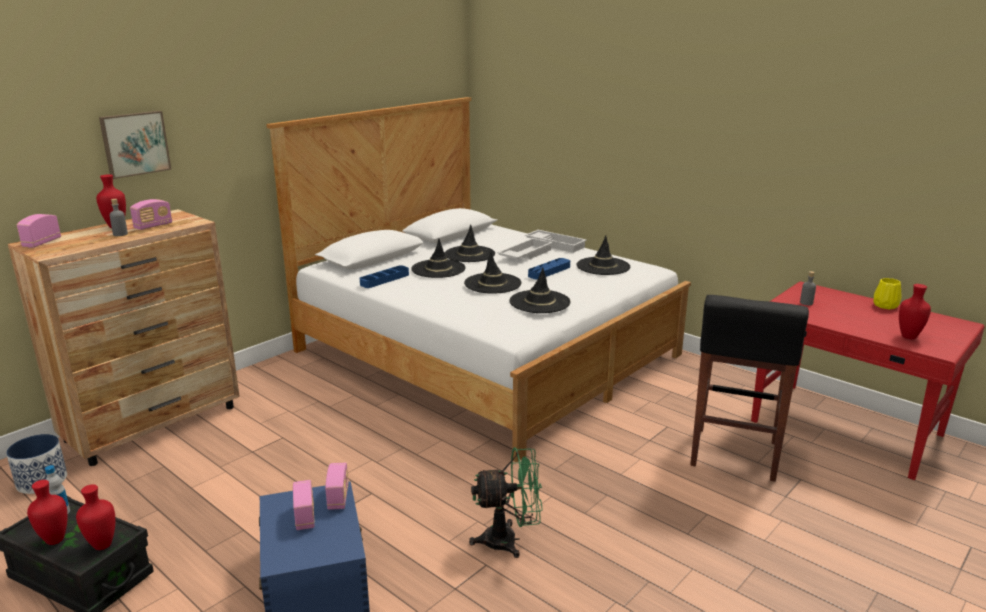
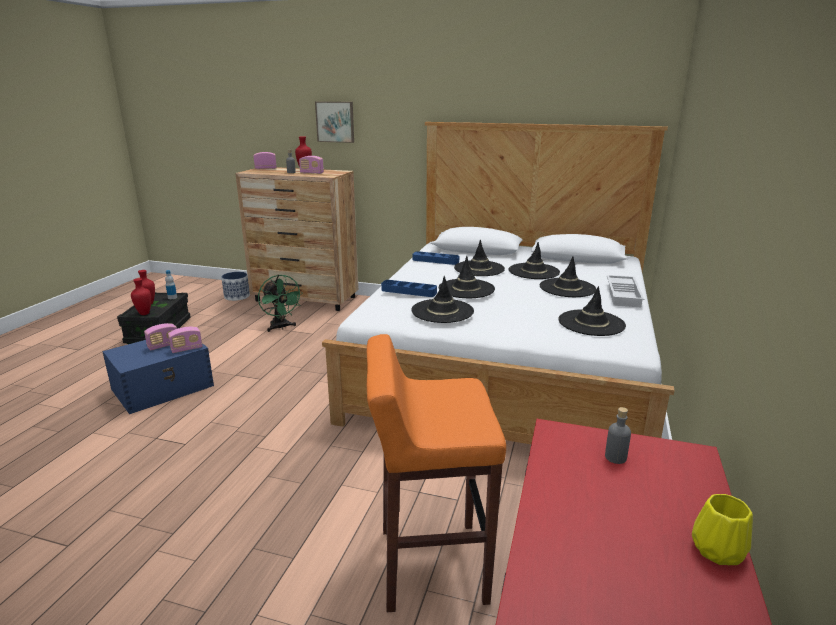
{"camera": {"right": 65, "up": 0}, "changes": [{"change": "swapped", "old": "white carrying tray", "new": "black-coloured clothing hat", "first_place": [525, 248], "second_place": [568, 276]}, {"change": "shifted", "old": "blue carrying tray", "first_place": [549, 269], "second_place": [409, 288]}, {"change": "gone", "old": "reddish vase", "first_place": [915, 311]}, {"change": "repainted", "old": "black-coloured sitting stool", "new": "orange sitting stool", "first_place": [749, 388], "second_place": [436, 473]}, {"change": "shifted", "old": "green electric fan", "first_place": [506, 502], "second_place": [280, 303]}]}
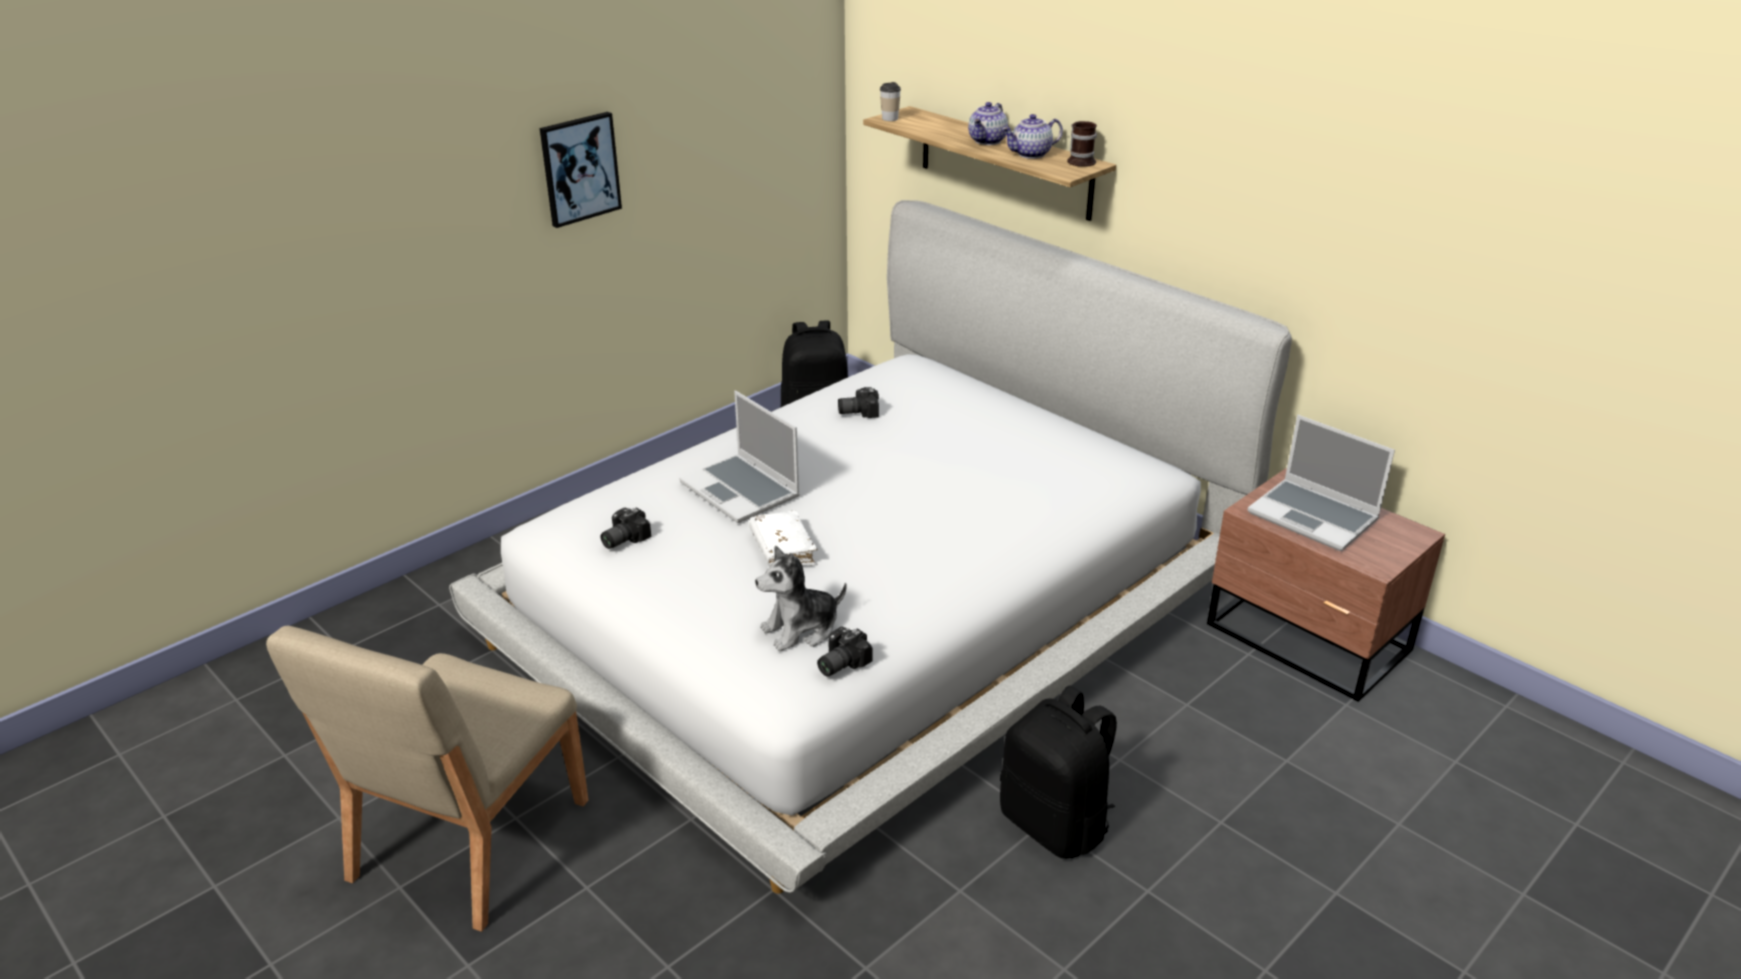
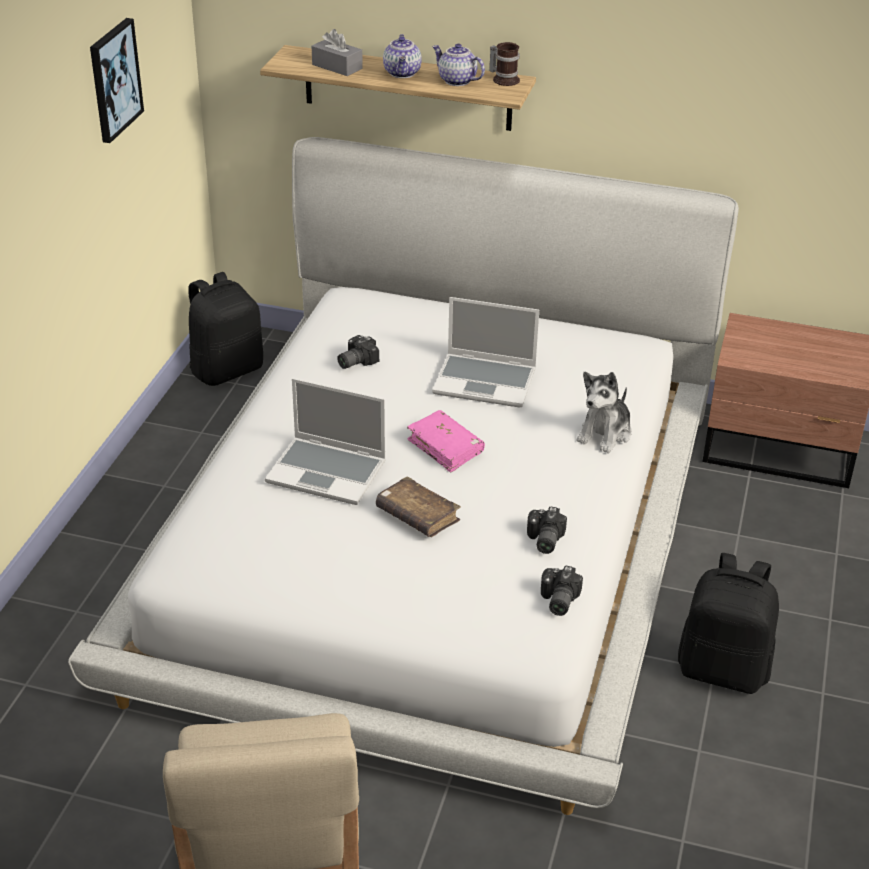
{"camera": {"right": -30, "up": 5}, "changes": [{"change": "gone", "old": "cup", "first_place": [890, 101]}, {"change": "shifted", "old": "wall picture", "first_place": [581, 170], "second_place": [117, 80]}, {"change": "rotated", "old": "pot for tea", "first_place": [1032, 136], "second_place": [458, 65], "degrees": 90}, {"change": "shifted", "old": "notebook computer", "first_place": [1321, 483], "second_place": [485, 352]}, {"change": "shifted", "old": "photo camera", "first_place": [625, 528], "second_place": [547, 530]}, {"change": "repainted", "old": "white book", "new": "brown book", "first_place": [783, 539], "second_place": [418, 507]}, {"change": "shifted", "old": "soft toy", "first_place": [801, 598], "second_place": [604, 412]}, {"change": "new", "new": "grey tissue holder", "second_place": [337, 52]}, {"change": "new", "new": "pinkish book", "second_place": [446, 441]}]}
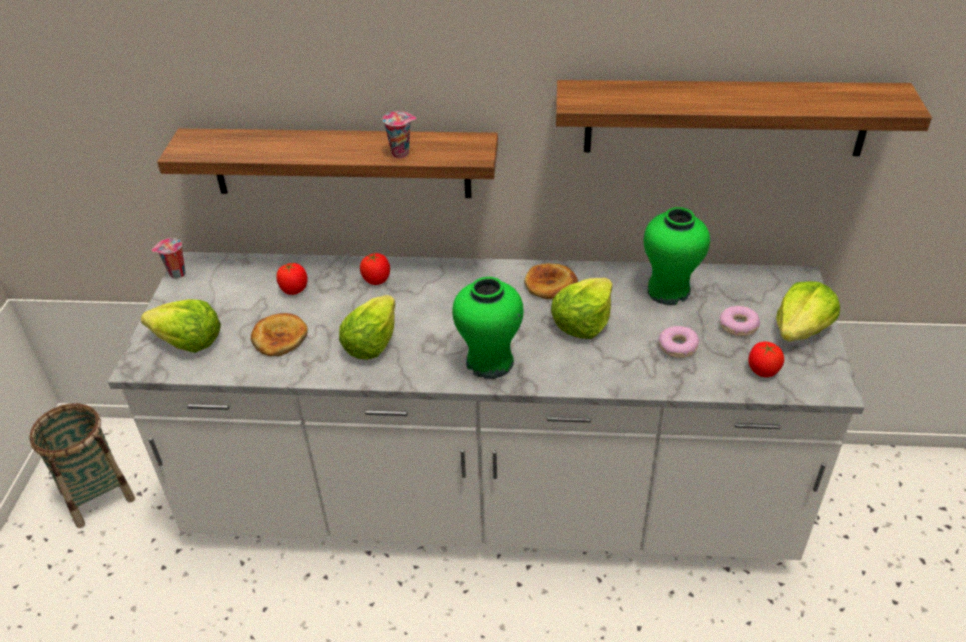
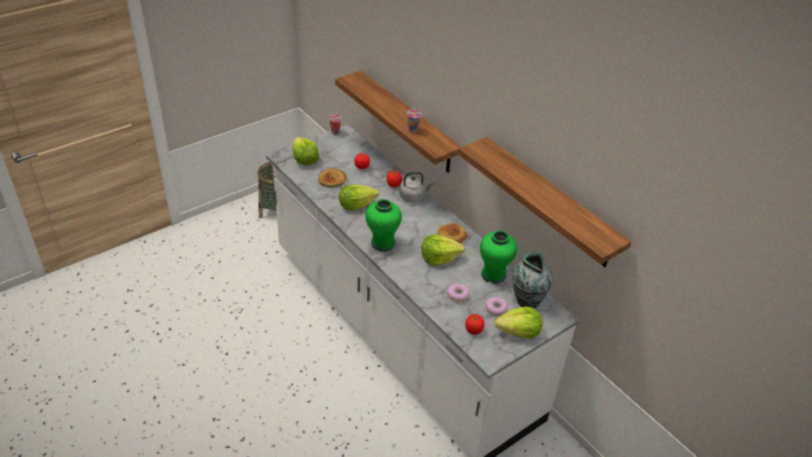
{"camera": {"right": 45, "up": 0}, "changes": [{"change": "new", "new": "grey kettle", "second_place": [416, 187]}, {"change": "new", "new": "vase", "second_place": [532, 280]}]}
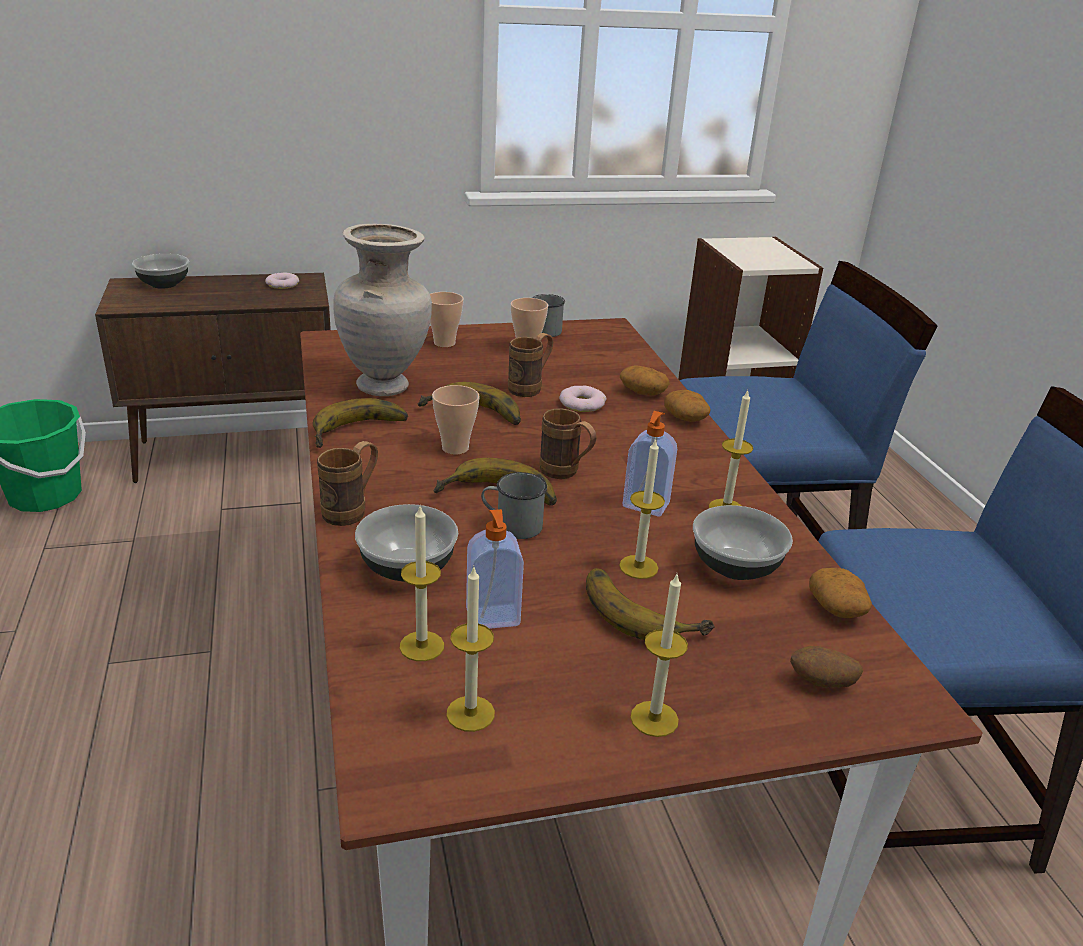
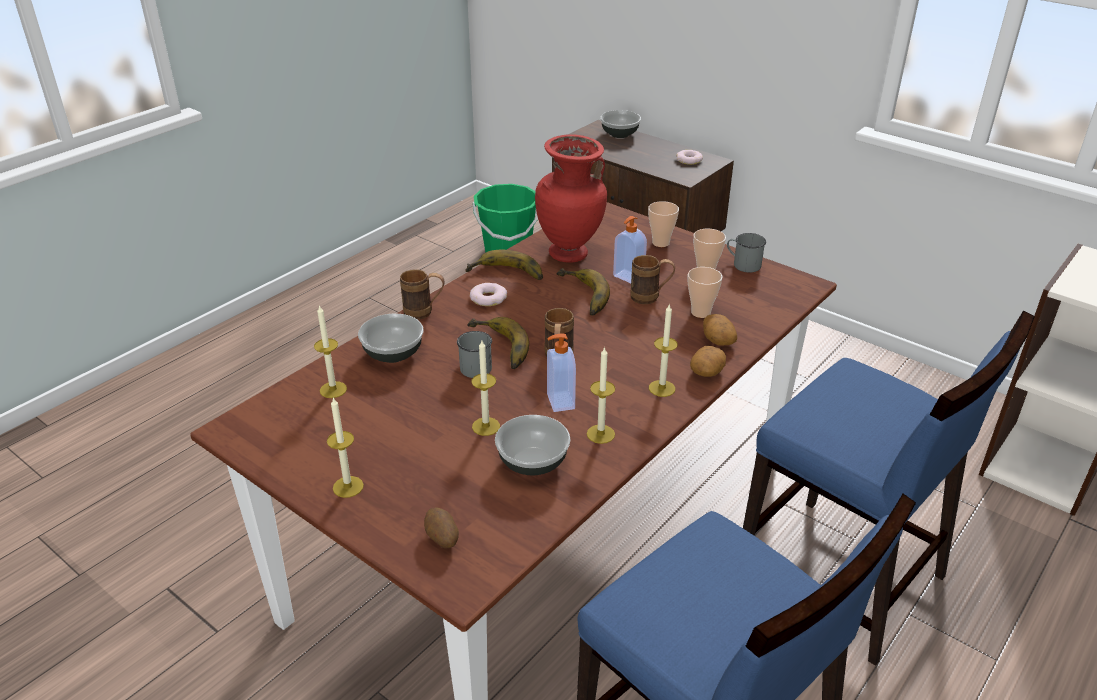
{"camera": {"right": 55, "up": 5}, "changes": [{"change": "repainted", "old": "beige vase", "new": "reddish vase", "first_place": [382, 310], "second_place": [571, 198]}, {"change": "shifted", "old": "cup", "first_place": [456, 420], "second_place": [705, 292]}, {"change": "shifted", "old": "ring doughnut", "first_place": [582, 399], "second_place": [488, 294]}, {"change": "shifted", "old": "soap dispenser", "first_place": [495, 569], "second_place": [630, 249]}, {"change": "shifted", "old": "wax candle", "first_place": [470, 649], "second_place": [663, 350]}, {"change": "gone", "old": "banana", "first_place": [650, 604]}, {"change": "gone", "old": "spud", "first_place": [840, 593]}]}
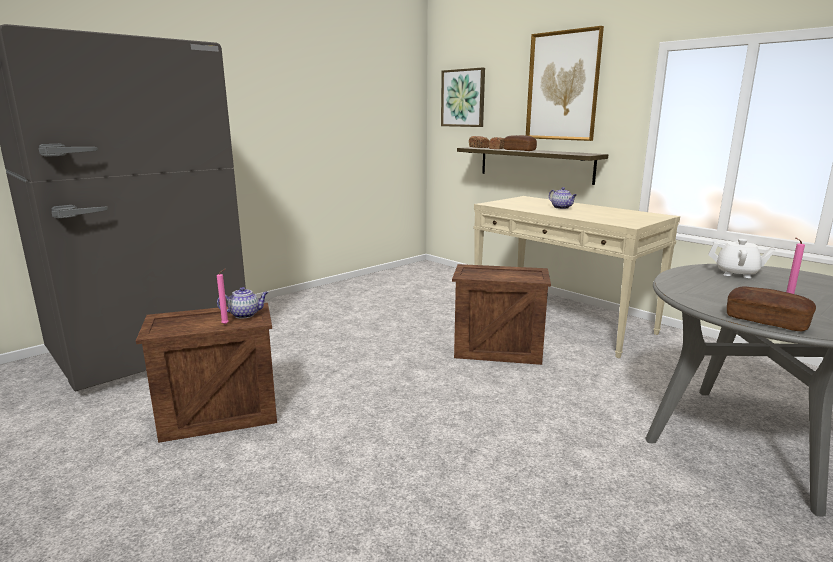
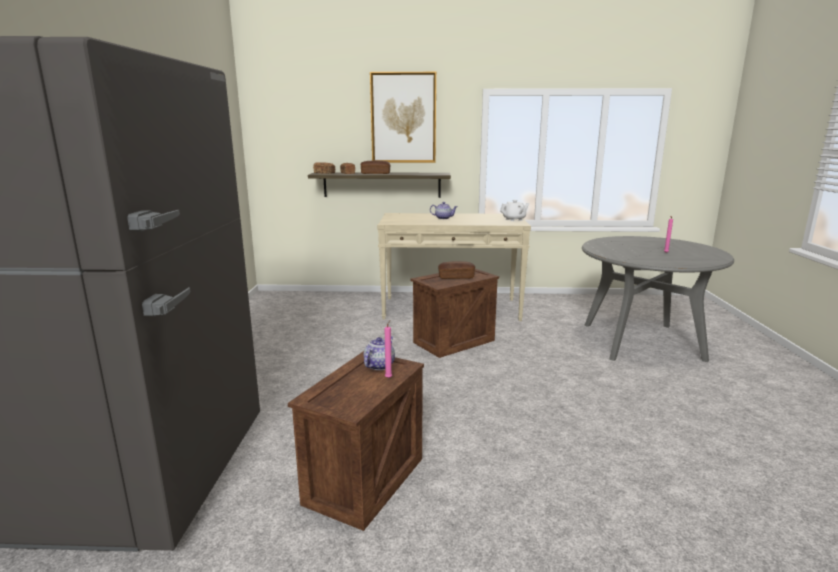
{"camera": {"right": -45, "up": 0}, "changes": [{"change": "gone", "old": "wall picture", "first_place": [463, 97]}, {"change": "shifted", "old": "white pot for tea", "first_place": [742, 258], "second_place": [514, 210]}, {"change": "shifted", "old": "bread", "first_place": [771, 308], "second_place": [456, 270]}]}
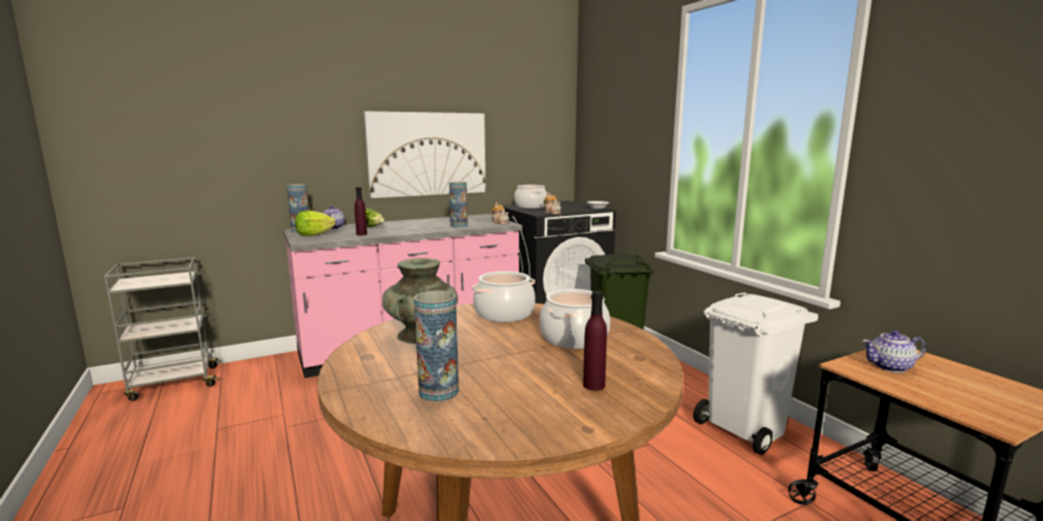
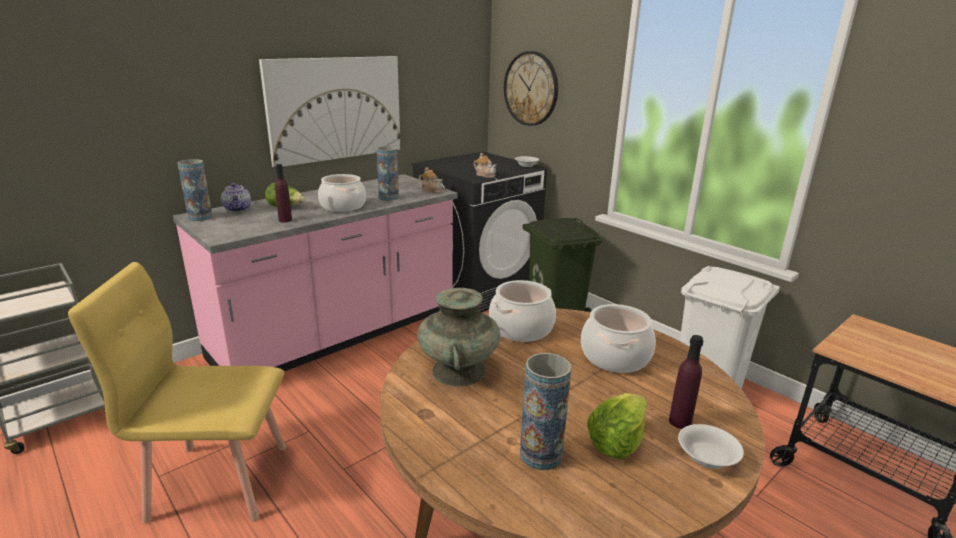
{"camera": {"right": -15, "up": 10}, "changes": [{"change": "shifted", "old": "stockpot", "first_place": [530, 197], "second_place": [342, 193]}, {"change": "shifted", "old": "lettuce", "first_place": [315, 223], "second_place": [617, 426]}, {"change": "gone", "old": "pot for tea", "first_place": [894, 351]}, {"change": "new", "new": "hanging clock", "second_place": [531, 88]}, {"change": "new", "new": "yellow-coloured chair", "second_place": [177, 393]}, {"change": "new", "new": "white bowl", "second_place": [711, 446]}]}
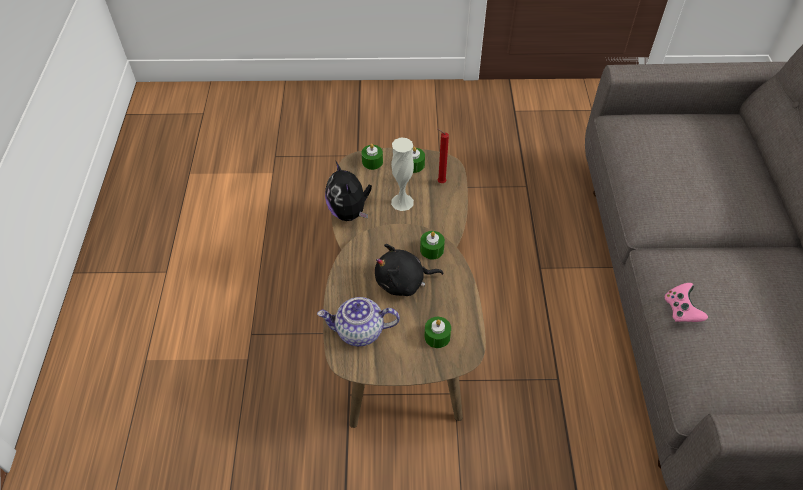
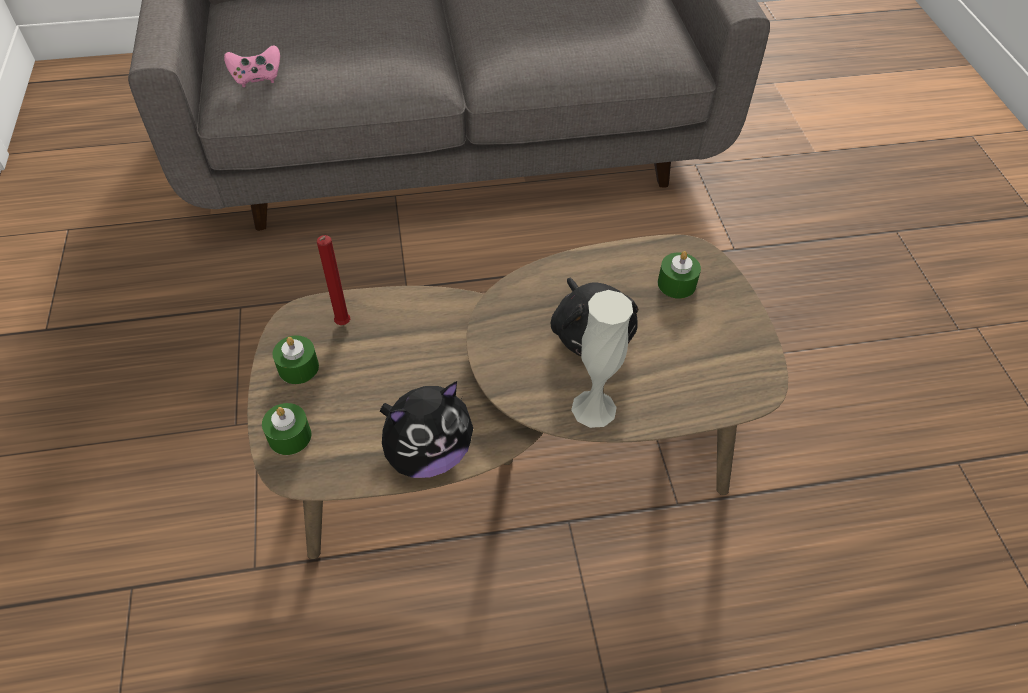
{"camera": {"right": -100, "up": 0}, "changes": [{"change": "shifted", "old": "white vase", "first_place": [402, 174], "second_place": [602, 359]}, {"change": "gone", "old": "green wax candle", "first_place": [432, 245]}, {"change": "shifted", "old": "pinkish game controller", "first_place": [686, 302], "second_place": [252, 66]}, {"change": "gone", "old": "pot for tea", "first_place": [358, 321]}]}
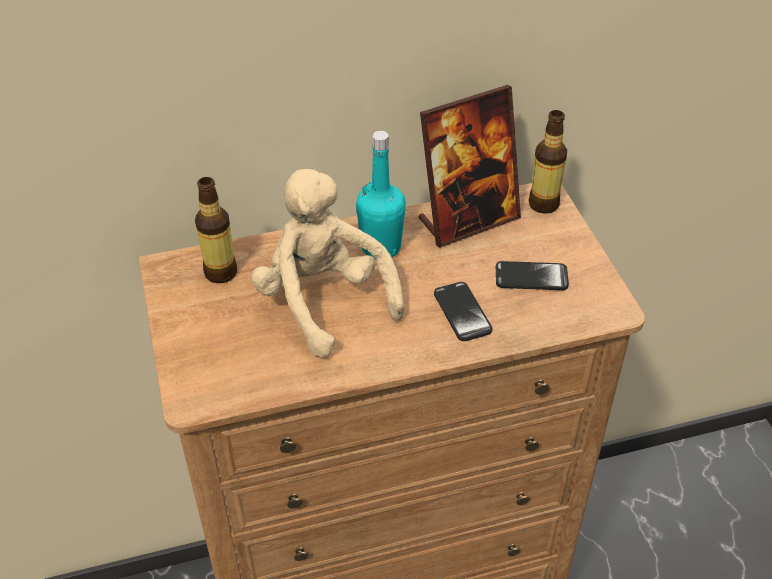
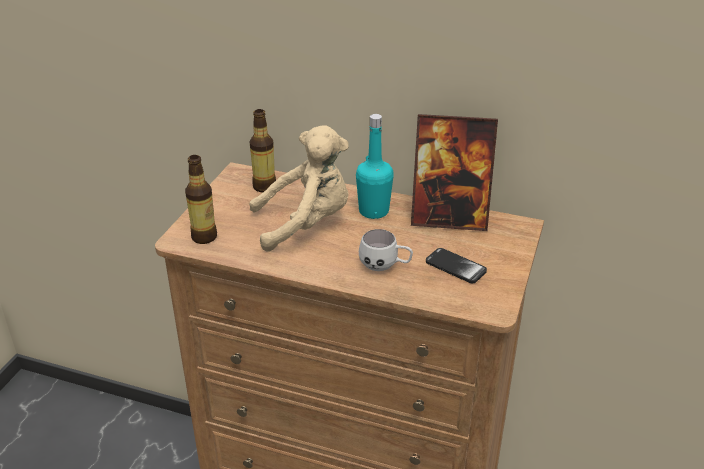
{"camera": {"right": 35, "up": -10}, "changes": [{"change": "shifted", "old": "beverage bottle", "first_place": [548, 162], "second_place": [201, 199]}, {"change": "rotated", "old": "beige soft toy", "first_place": [327, 263], "second_place": [299, 188], "degrees": 75}, {"change": "swapped", "old": "phone", "new": "white mug", "first_place": [463, 311], "second_place": [386, 250]}]}
